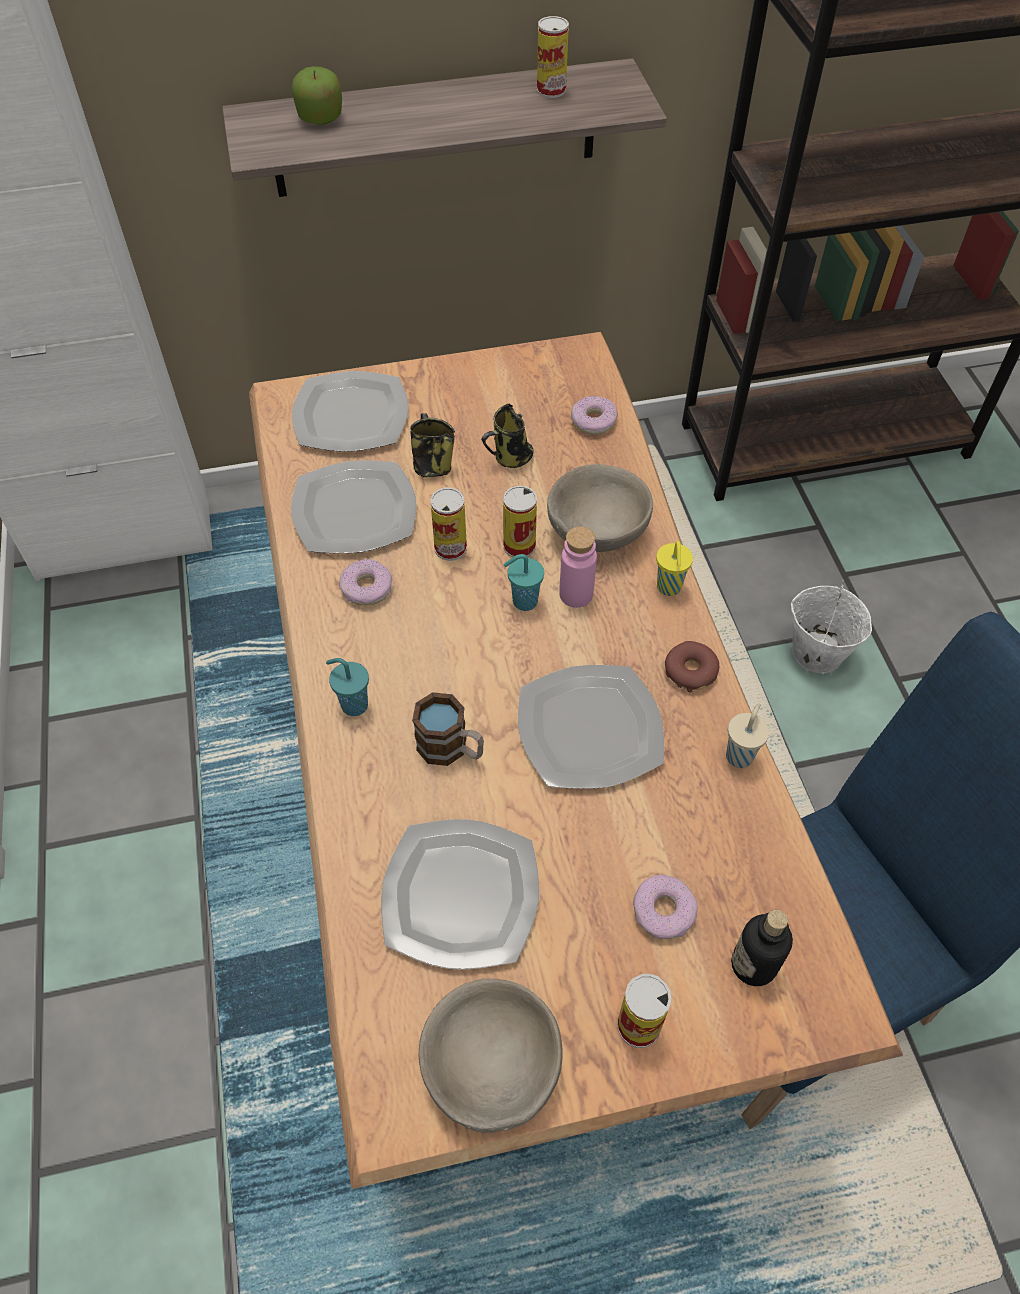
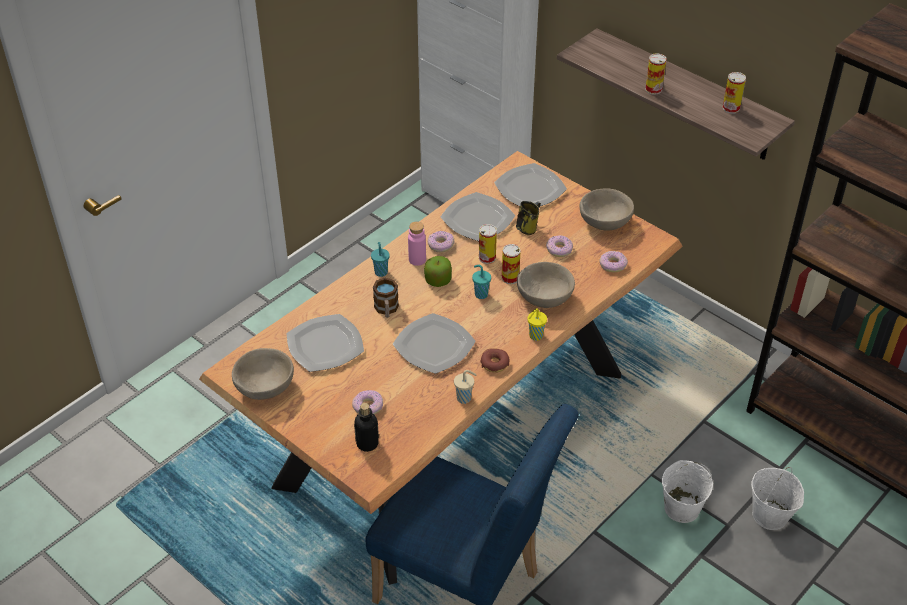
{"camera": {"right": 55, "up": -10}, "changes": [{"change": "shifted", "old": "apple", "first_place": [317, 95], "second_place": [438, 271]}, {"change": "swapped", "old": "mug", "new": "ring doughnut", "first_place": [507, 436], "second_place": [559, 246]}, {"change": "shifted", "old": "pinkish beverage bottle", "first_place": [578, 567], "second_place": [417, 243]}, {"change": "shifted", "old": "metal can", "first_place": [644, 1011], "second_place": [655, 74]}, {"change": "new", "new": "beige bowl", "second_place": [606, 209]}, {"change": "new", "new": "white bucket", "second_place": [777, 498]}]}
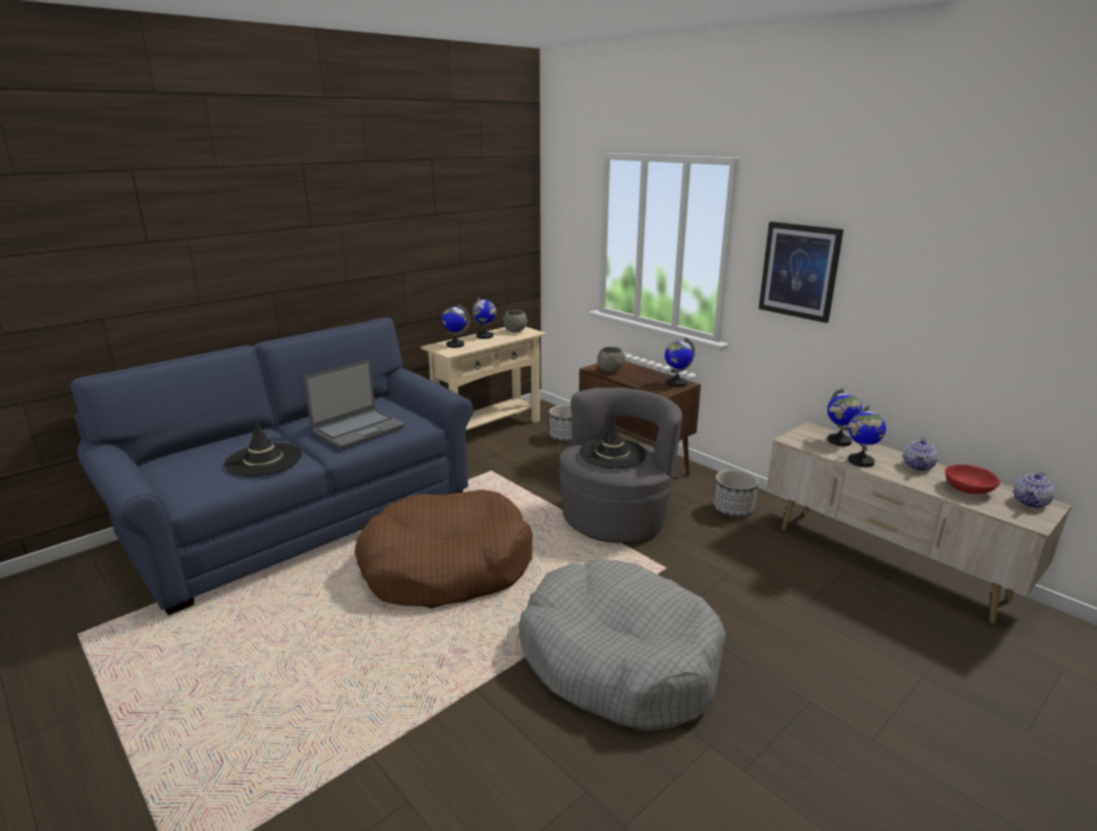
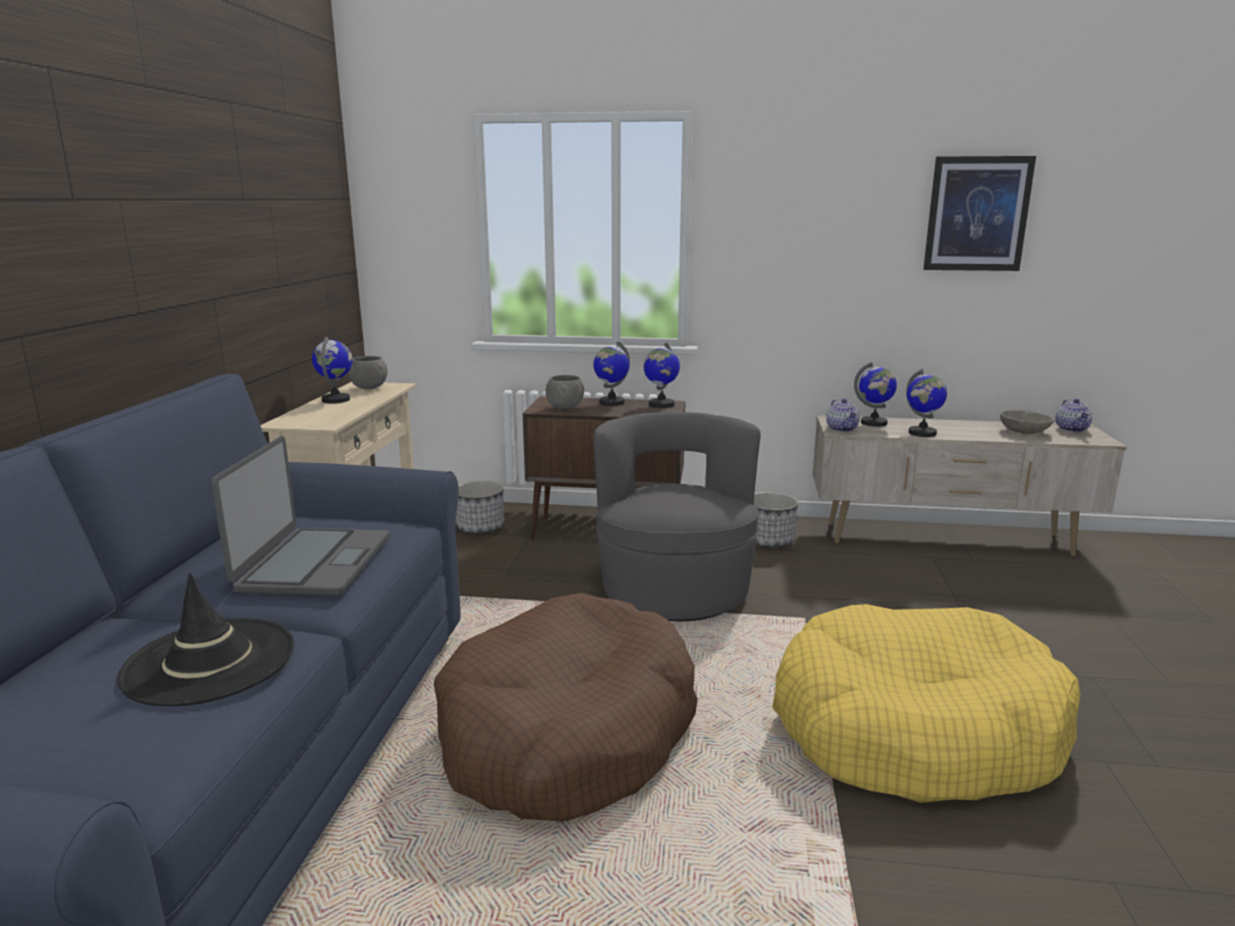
{"camera": {"right": -40, "up": -5}, "changes": [{"change": "shifted", "old": "wall picture", "first_place": [801, 272], "second_place": [979, 213]}, {"change": "shifted", "old": "world globe", "first_place": [456, 326], "second_place": [612, 373]}, {"change": "gone", "old": "black-coloured clothing hat", "first_place": [612, 442]}, {"change": "shifted", "old": "pot for tea", "first_place": [921, 454], "second_place": [843, 415]}, {"change": "repainted", "old": "reddish bowl", "new": "grey bowl", "first_place": [973, 479], "second_place": [1027, 422]}, {"change": "repainted", "old": "grey pet bed", "new": "yellow-coloured pet bed", "first_place": [622, 645], "second_place": [926, 703]}]}
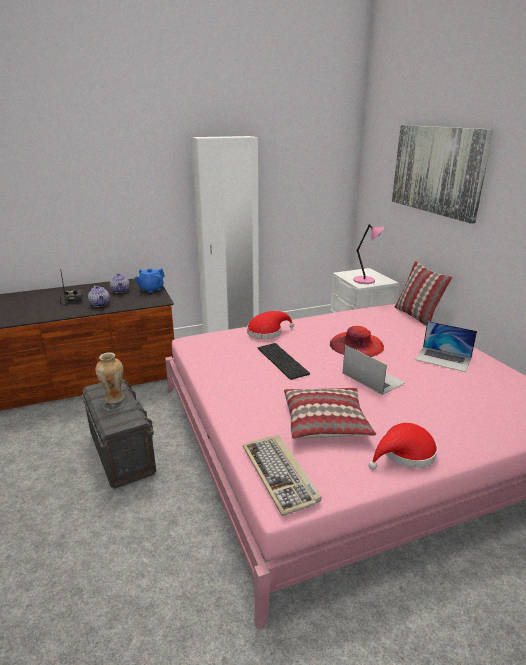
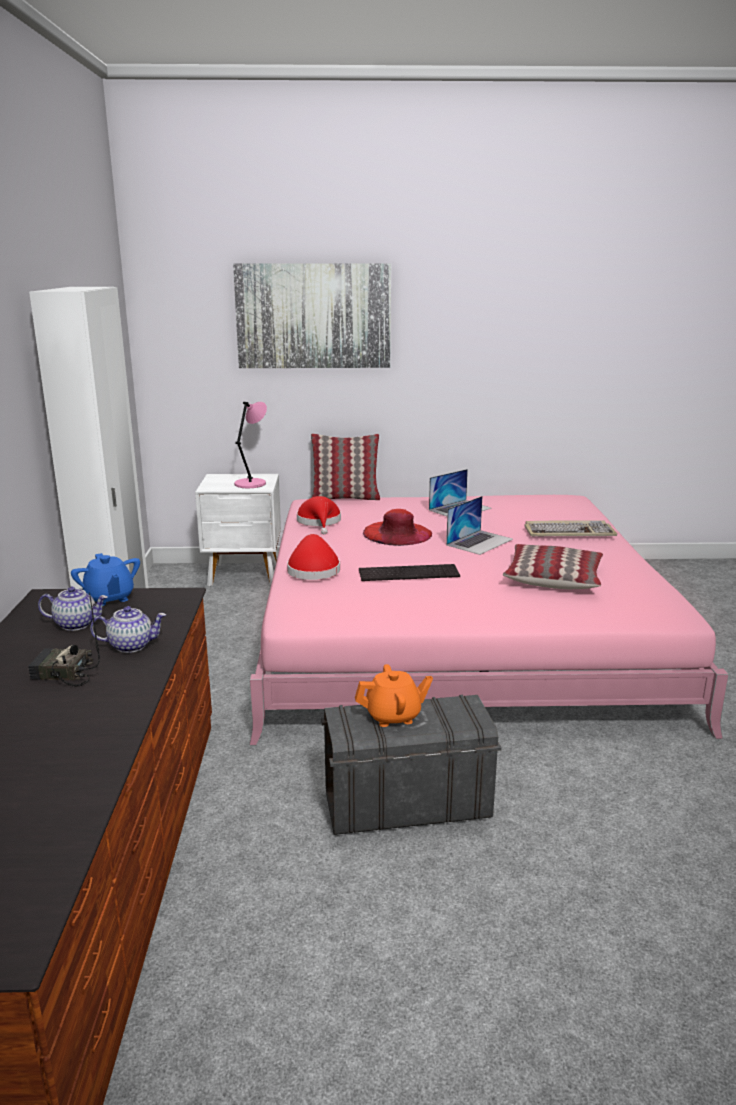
{"camera": {"right": -70, "up": -5}, "changes": [{"change": "rotated", "old": "notebook computer", "first_place": [374, 370], "second_place": [479, 525], "degrees": 150}, {"change": "swapped", "old": "vase", "new": "orange pot for tea", "first_place": [110, 378], "second_place": [394, 695]}, {"change": "shifted", "old": "reddish clothing hat", "first_place": [403, 446], "second_place": [319, 515]}, {"change": "shifted", "old": "computer keyboard", "first_place": [282, 475], "second_place": [571, 528]}]}
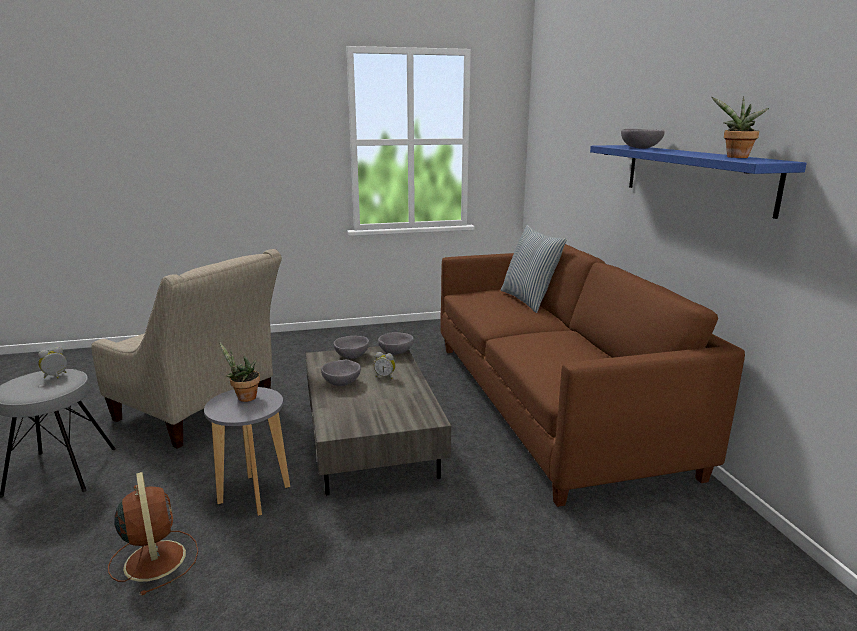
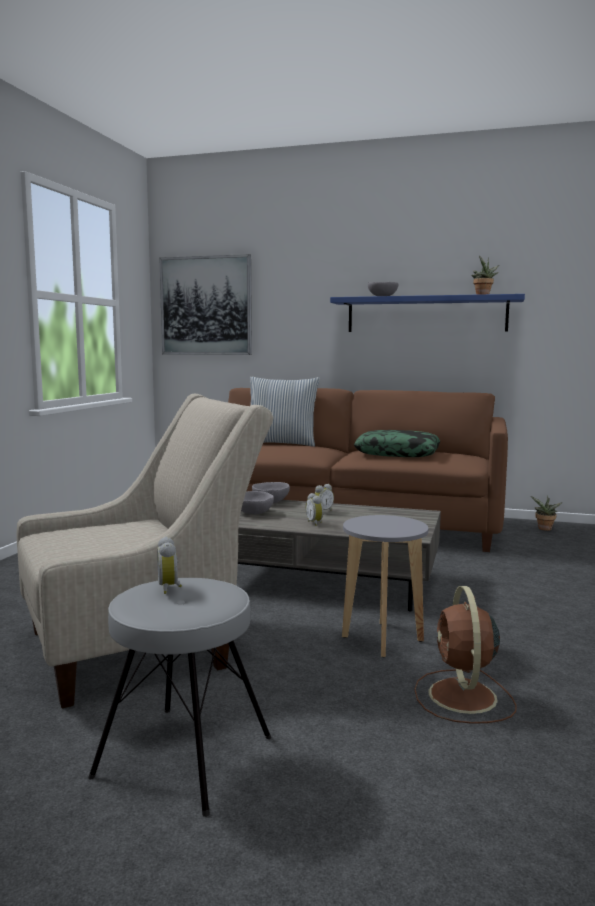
{"camera": {"right": -60, "up": -10}, "changes": [{"change": "shifted", "old": "potted plant", "first_place": [239, 372], "second_place": [547, 513]}, {"change": "swapped", "old": "grey bowl", "new": "alarm clock", "first_place": [341, 373], "second_place": [314, 509]}, {"change": "rotated", "old": "brown electric fan", "first_place": [153, 533], "second_place": [465, 655], "degrees": -90}, {"change": "new", "new": "wall picture", "second_place": [205, 304]}, {"change": "new", "new": "pillow", "second_place": [397, 443]}]}
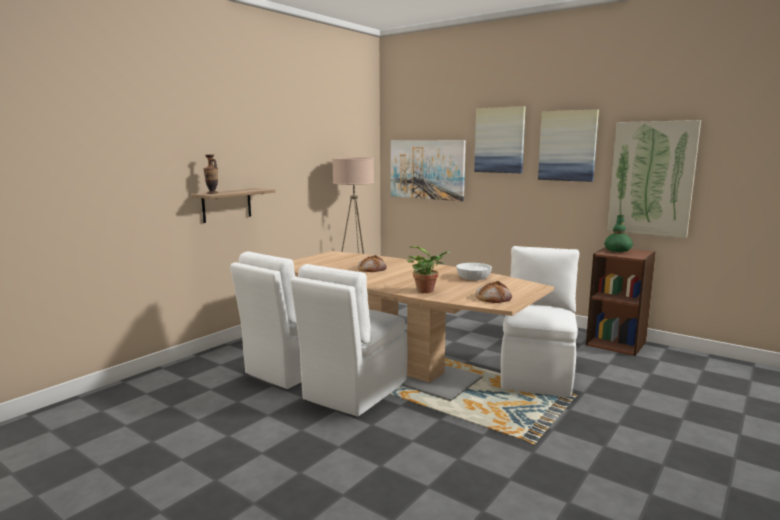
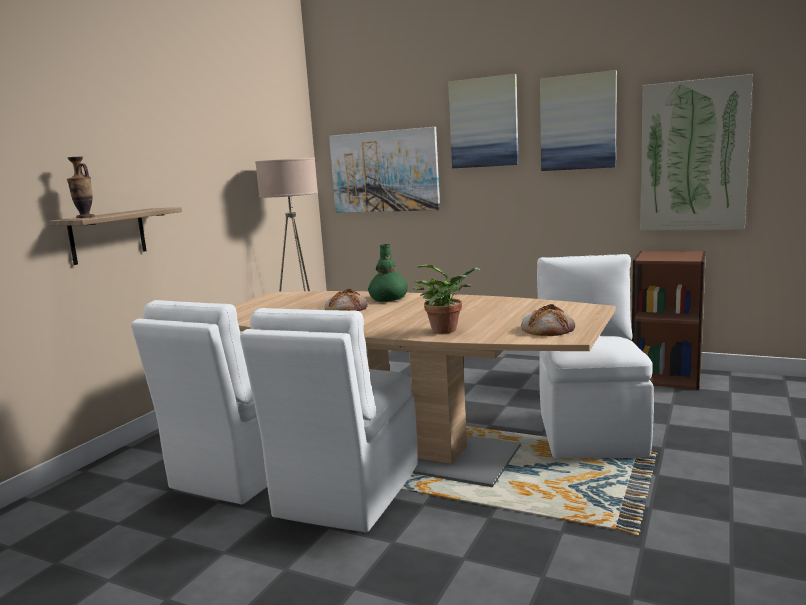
{"camera": {"right": -10, "up": 0}, "changes": [{"change": "shifted", "old": "green vase", "first_place": [618, 233], "second_place": [388, 273]}, {"change": "gone", "old": "white bowl", "first_place": [474, 271]}]}
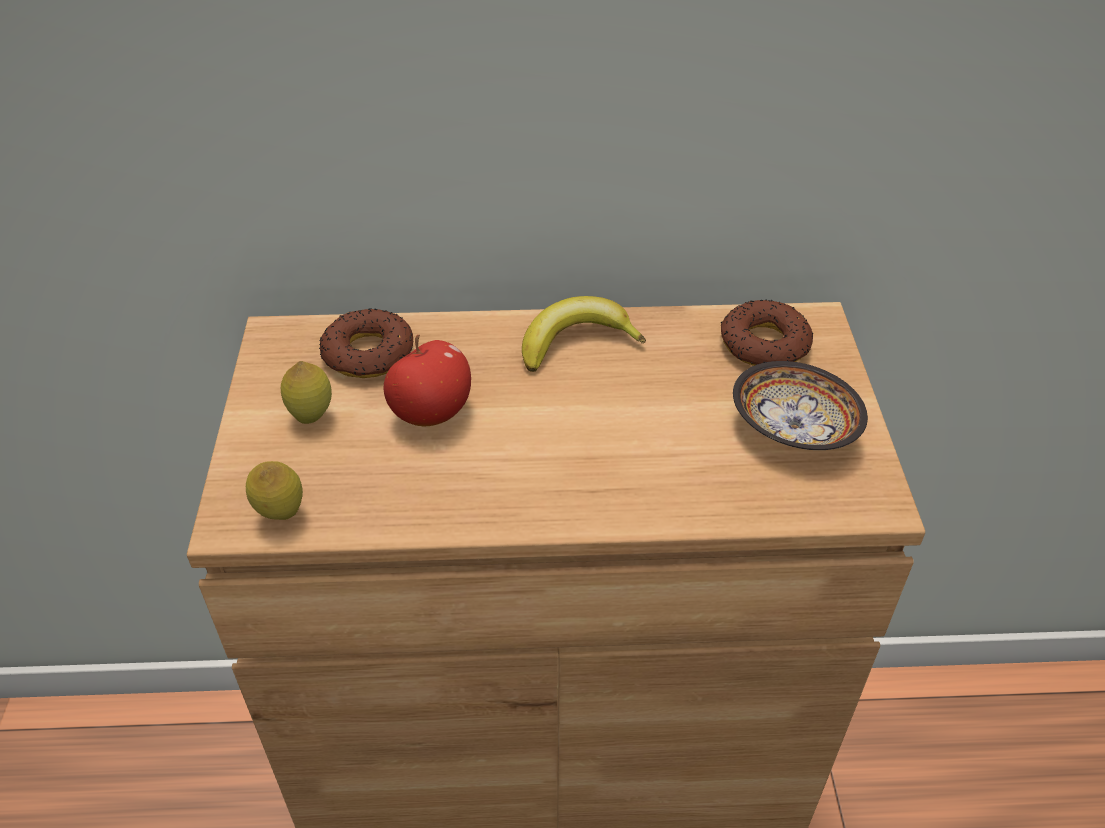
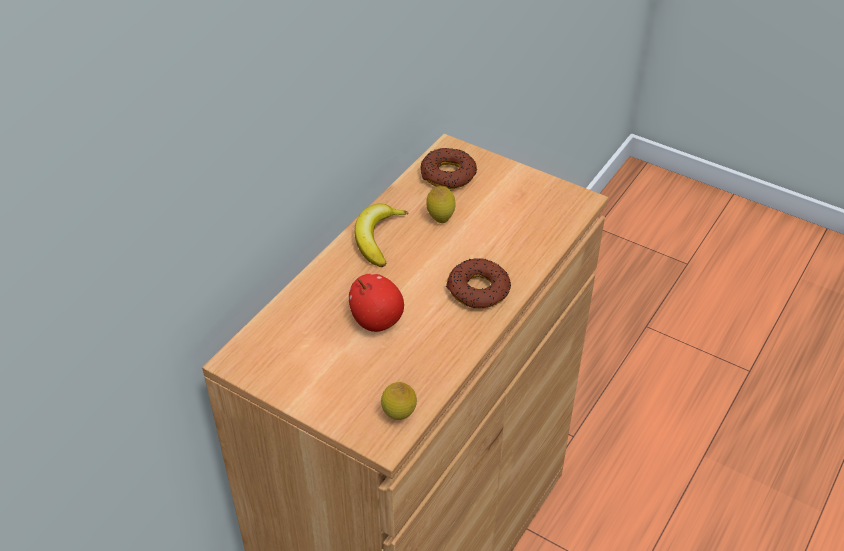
{"camera": {"right": -55, "up": 0}, "changes": [{"change": "shifted", "old": "ring doughnut", "first_place": [366, 343], "second_place": [478, 283]}, {"change": "shifted", "old": "lemon", "first_place": [306, 392], "second_place": [441, 204]}, {"change": "gone", "old": "bowl", "first_place": [800, 405]}]}
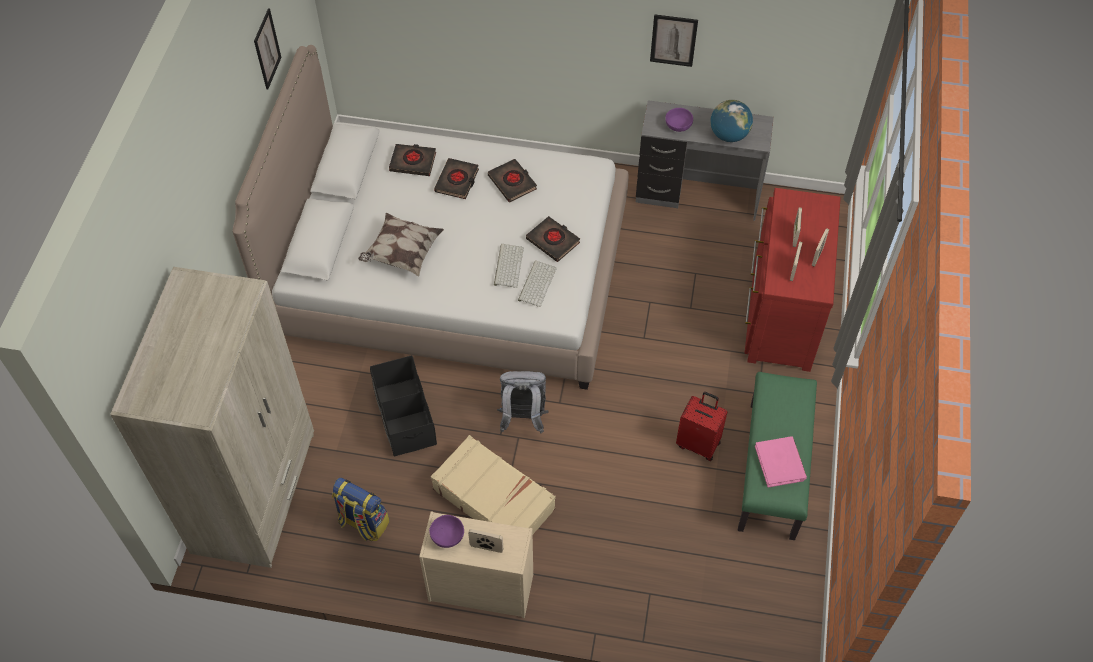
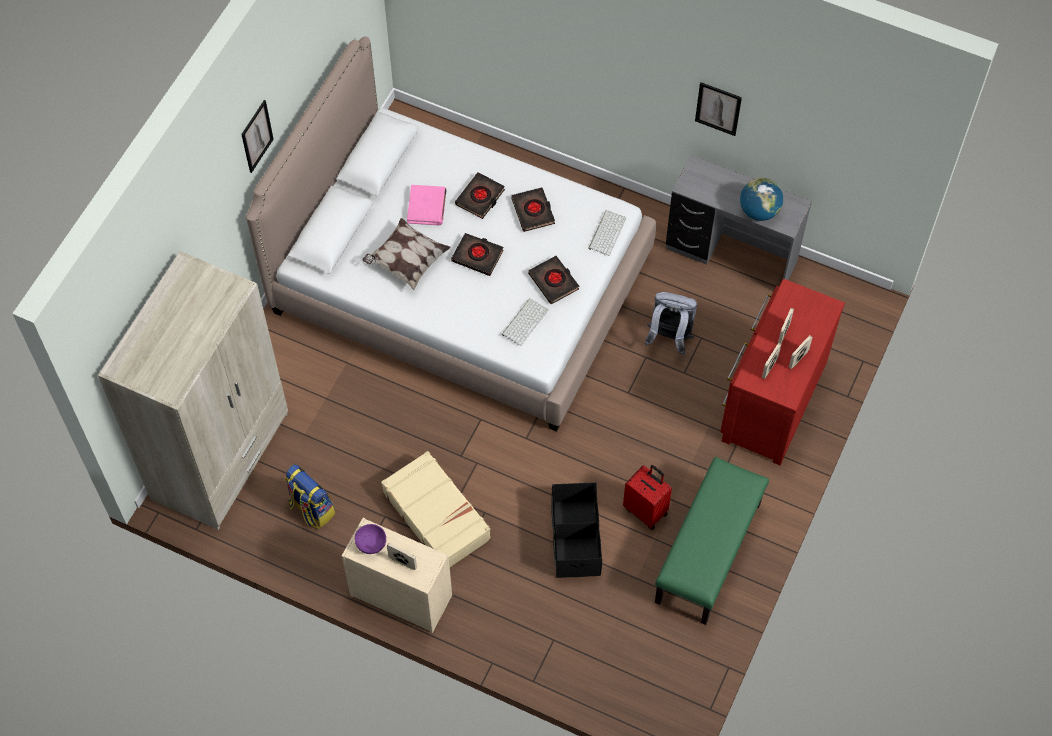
{"camera": {"right": 15, "up": 5}, "changes": [{"change": "shifted", "old": "wall picture", "first_place": [268, 49], "second_place": [257, 136]}, {"change": "gone", "old": "purple-coloured bowl", "first_place": [679, 120]}, {"change": "shifted", "old": "black-coloured book", "first_place": [412, 160], "second_place": [477, 254]}, {"change": "shifted", "old": "computer keyboard", "first_place": [509, 266], "second_place": [607, 233]}, {"change": "shifted", "old": "black-coloured storage bin", "first_place": [403, 406], "second_place": [576, 530]}, {"change": "shifted", "old": "grey knapsack", "first_place": [523, 402], "second_place": [671, 323]}, {"change": "shifted", "old": "pinkish book", "first_place": [781, 462], "second_place": [427, 205]}]}
